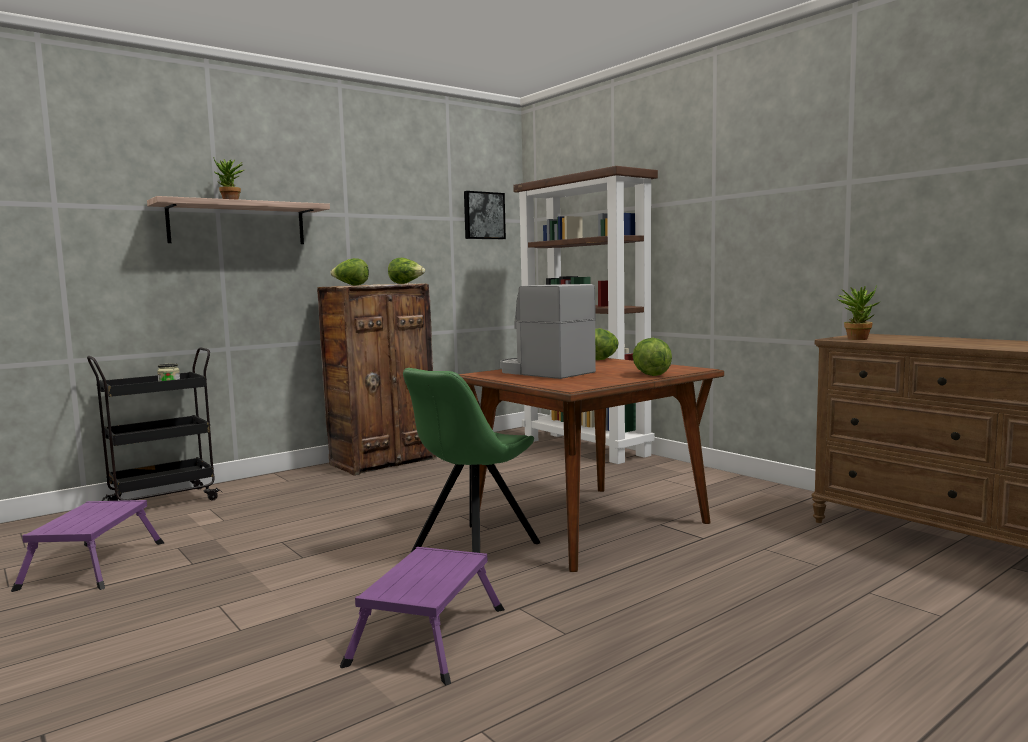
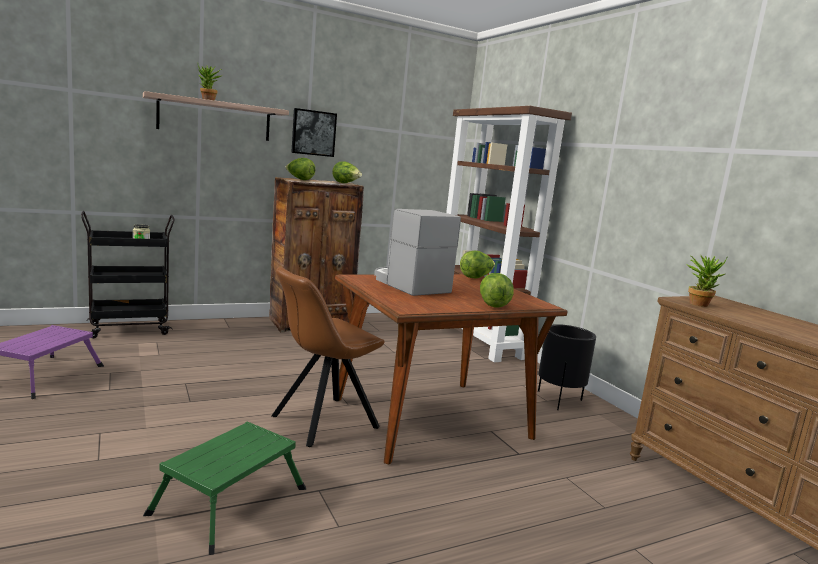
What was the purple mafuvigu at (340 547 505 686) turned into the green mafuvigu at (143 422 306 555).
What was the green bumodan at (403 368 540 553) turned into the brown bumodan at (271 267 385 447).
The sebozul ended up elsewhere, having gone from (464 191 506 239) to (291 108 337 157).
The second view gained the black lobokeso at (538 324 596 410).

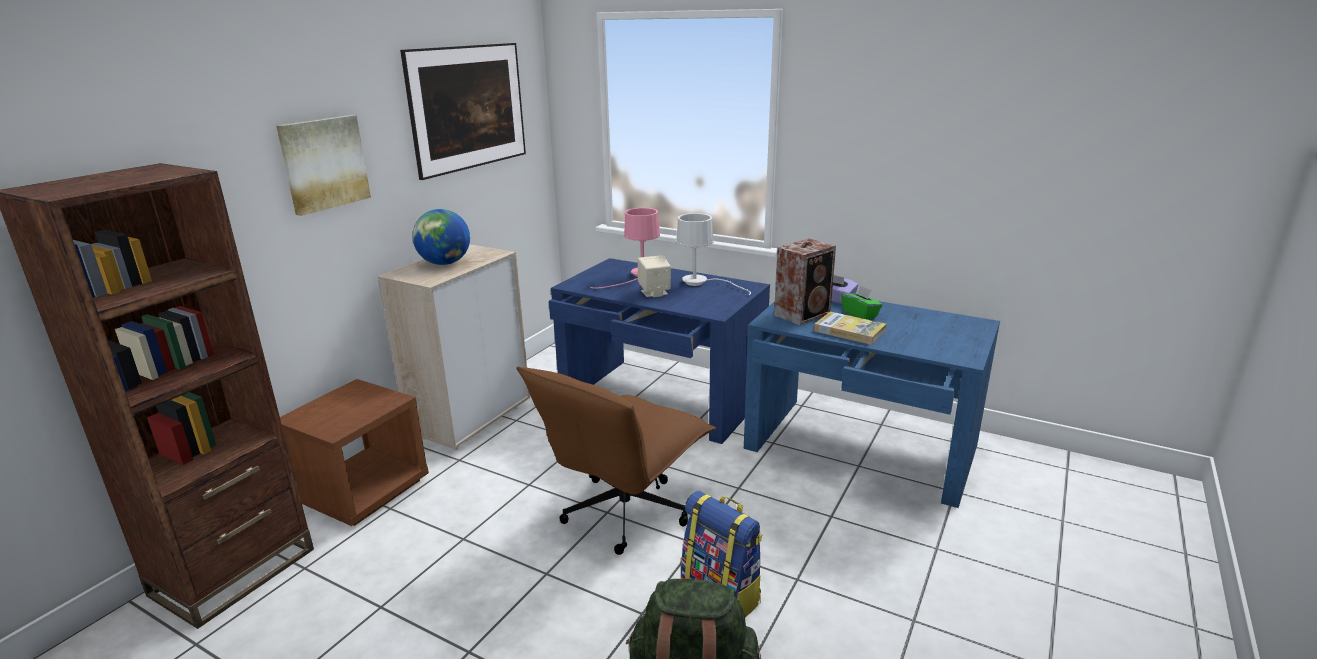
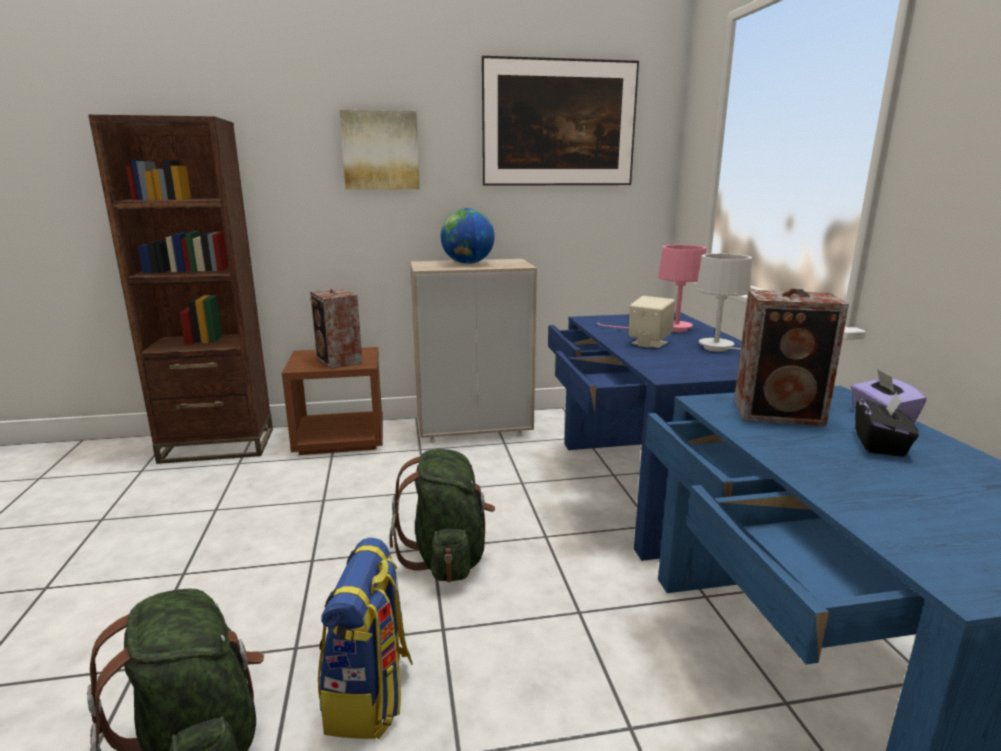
The second view gained the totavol at (310 289 363 369).
Where the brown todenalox stood at (516 366 716 555), the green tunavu came to stand at (389 449 495 582).
What was the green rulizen at (841 286 883 320) turned into the black rulizen at (855 392 919 457).
The second view lost the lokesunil at (814 311 886 345).

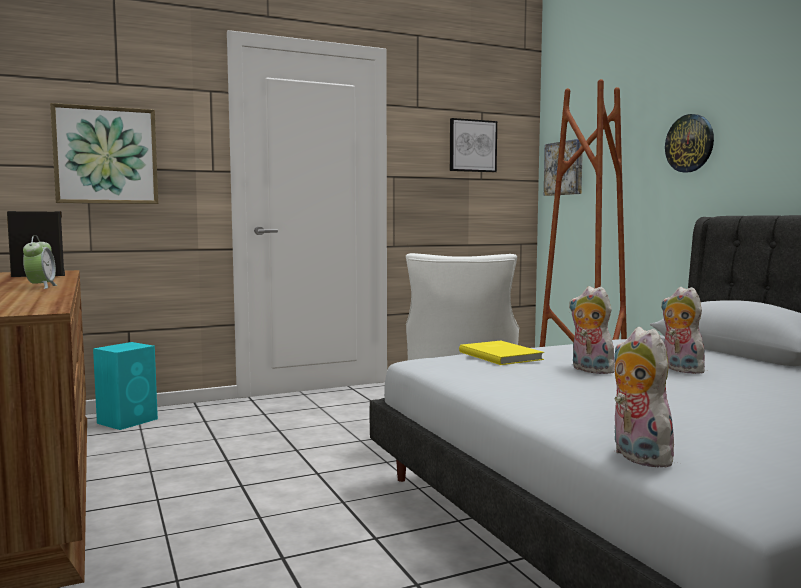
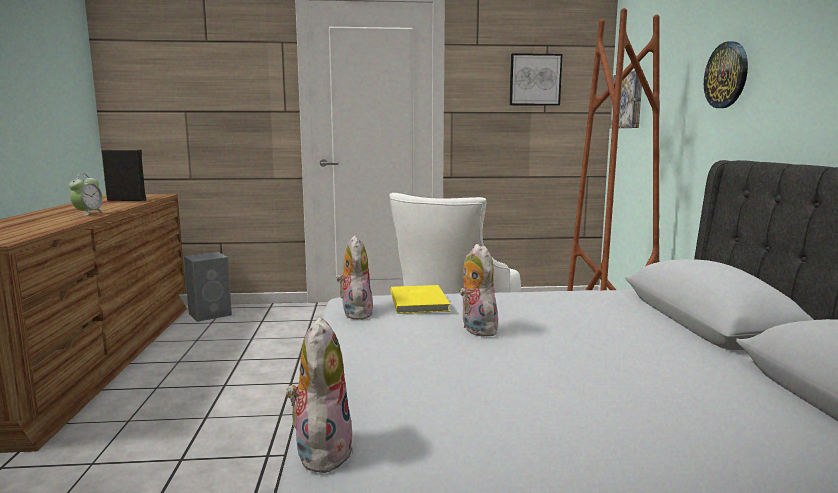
What was the turquoise totavol at (93 342 158 430) turned into the grey totavol at (184 252 232 322).
The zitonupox ended up elsewhere, having gone from (661 287 709 374) to (336 236 374 320).
The second view lost the sebozul at (50 103 158 204).

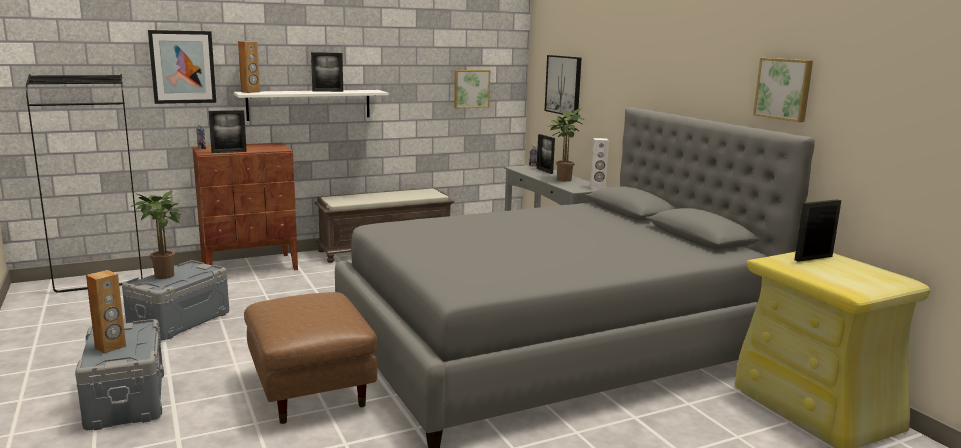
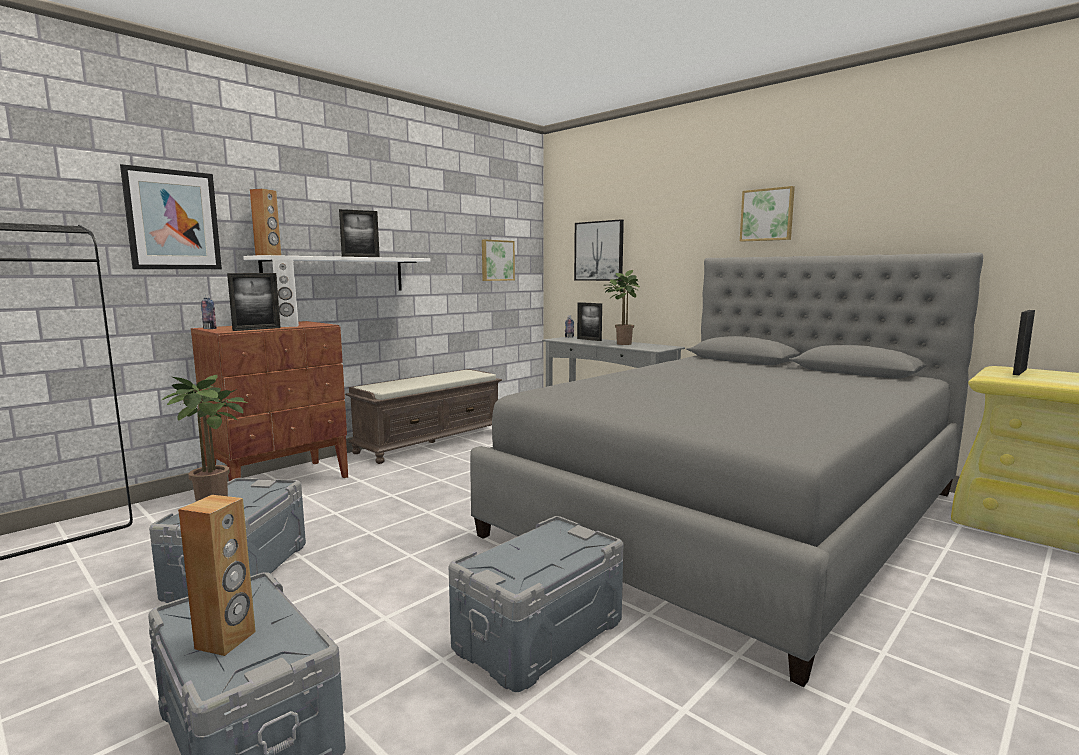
The white totavol ended up elsewhere, having gone from (590 138 609 189) to (272 259 299 327).
Where the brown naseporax stood at (244 292 377 424), the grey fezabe came to stand at (449 516 623 692).
The sebozul ended up elsewhere, having gone from (753 58 813 122) to (740 186 795 242).

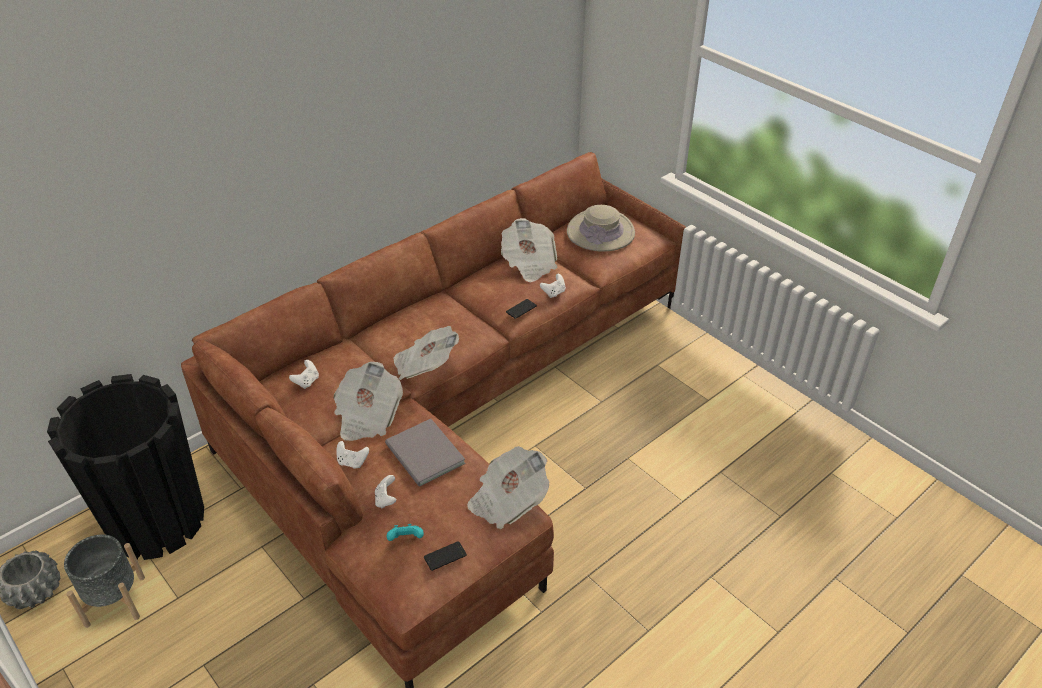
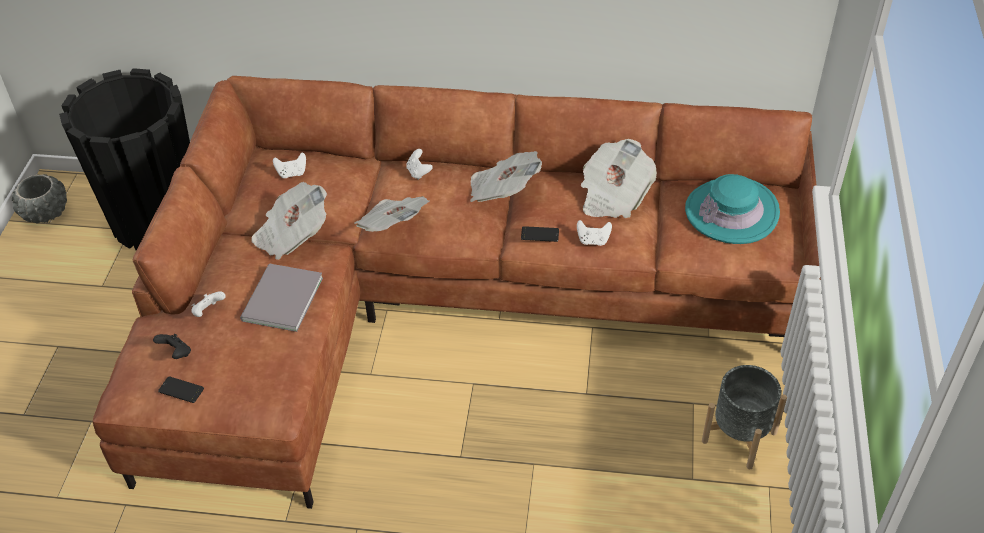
What was the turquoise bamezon at (387 524 424 541) turned into the black bamezon at (153 334 191 359).
The white bamezon ended up elsewhere, having gone from (336 441 369 468) to (406 149 433 180).
The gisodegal ended up elsewhere, having gone from (467 446 549 529) to (470 151 542 202).
What was the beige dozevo at (567 205 635 252) turned into the turquoise dozevo at (685 174 780 244).
The grey lobokeso ended up elsewhere, having gone from (64 535 145 628) to (702 365 787 469).

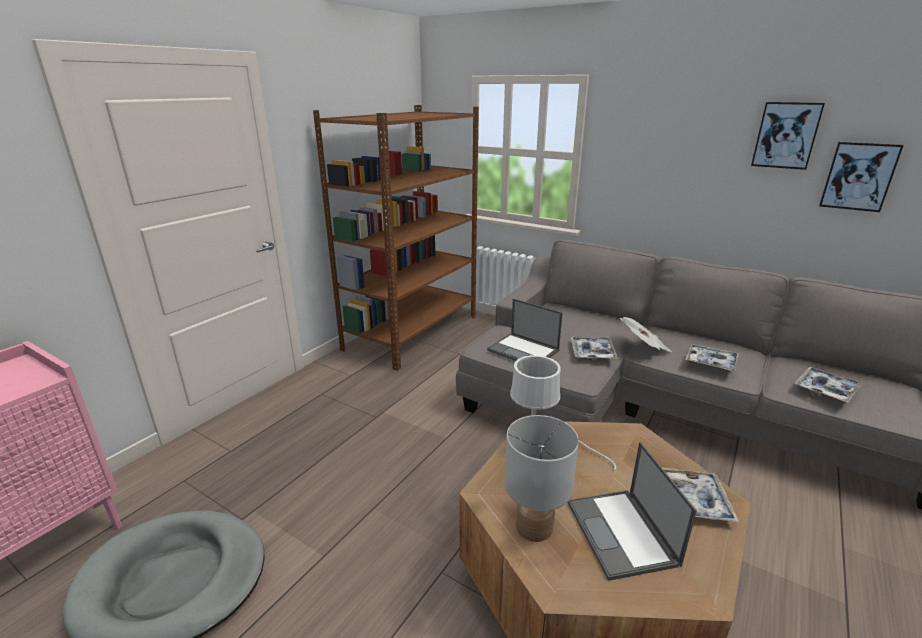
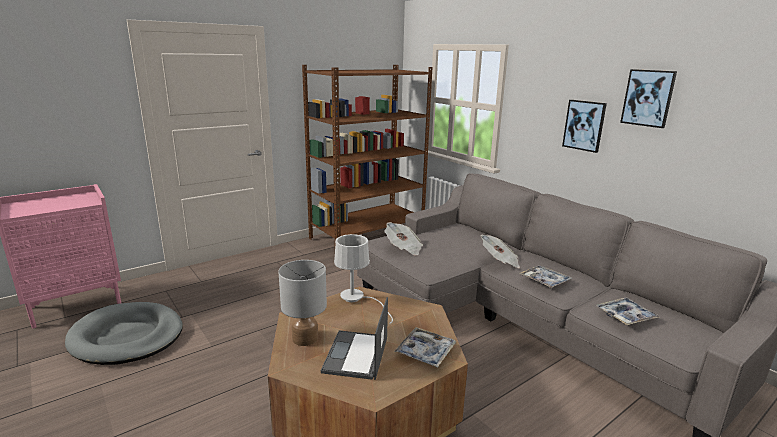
Where the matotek stood at (487 299 563 361), the gisodegal came to stand at (384 222 423 256).
The sebozul ended up elsewhere, having gone from (819 142 904 212) to (562 100 607 153).
The second view lost the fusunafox at (571 337 618 360).

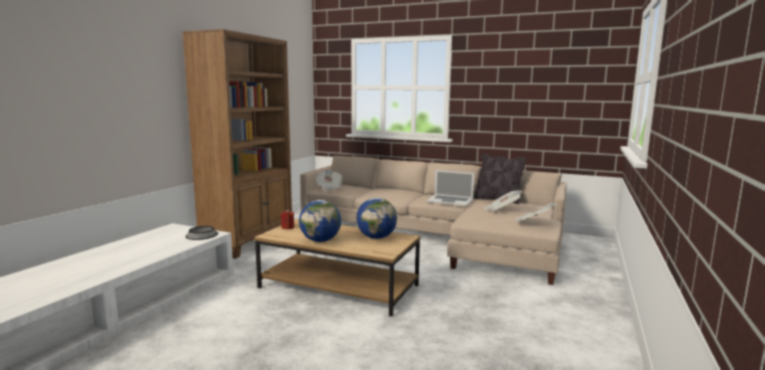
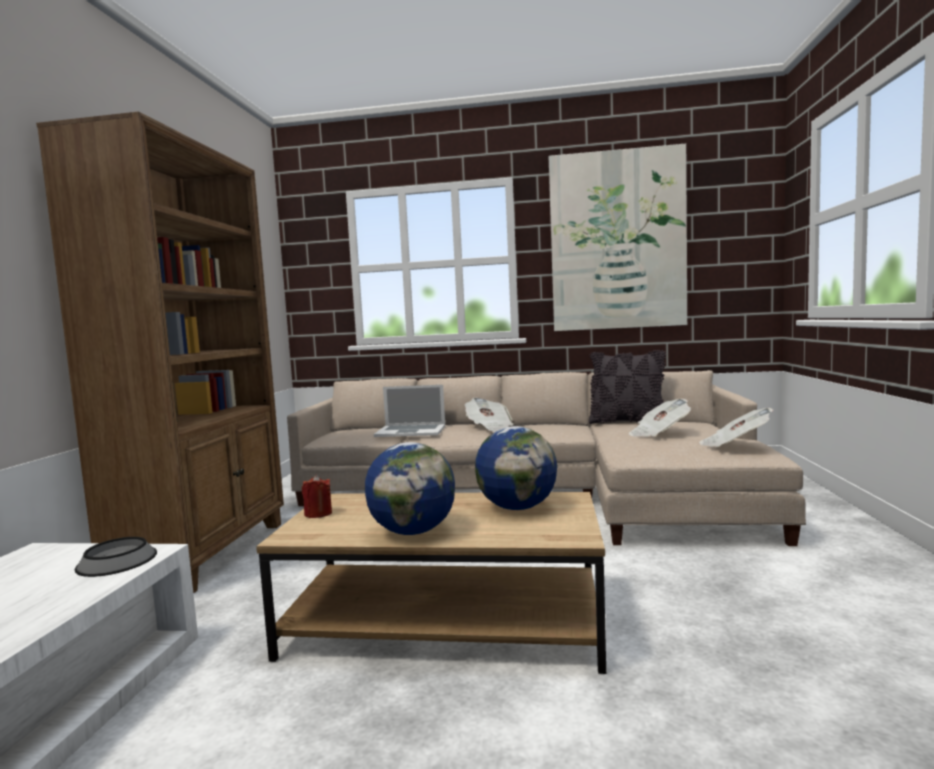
The matotek ended up elsewhere, having gone from (427 170 475 206) to (374 385 445 437).
The gisodegal ended up elsewhere, having gone from (315 170 343 191) to (465 397 514 432).
The second view gained the sebozul at (549 144 687 331).

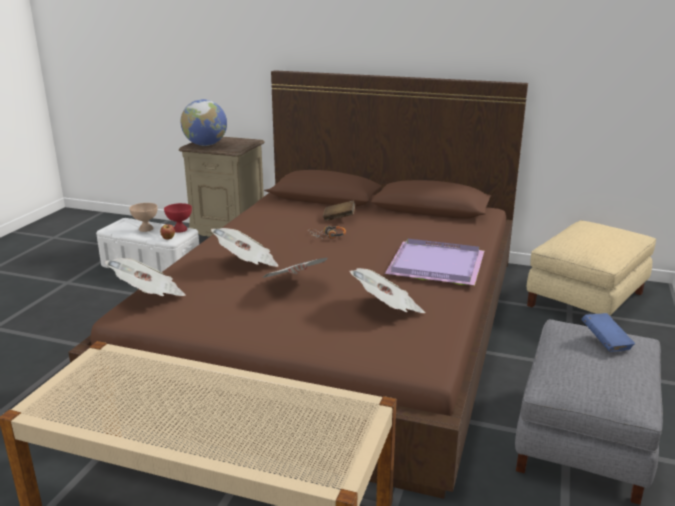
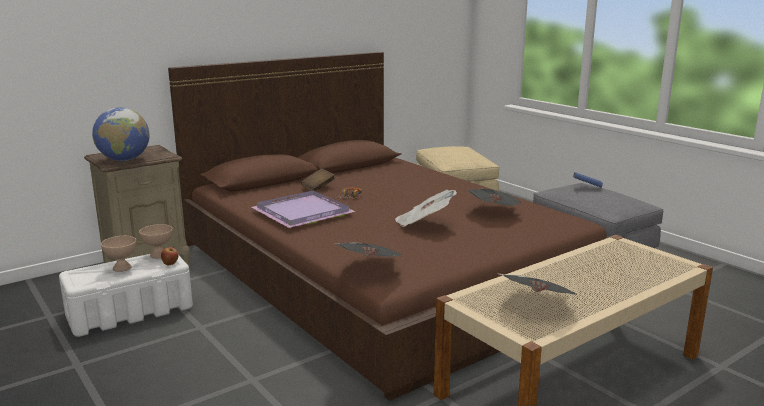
What was the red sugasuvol at (164 203 192 233) turned into the beige sugasuvol at (139 224 173 259).
The purple fusunafox ended up elsewhere, having gone from (385 238 484 285) to (251 191 356 228).
The gisodegal ended up elsewhere, having gone from (211 228 278 267) to (497 273 577 295).

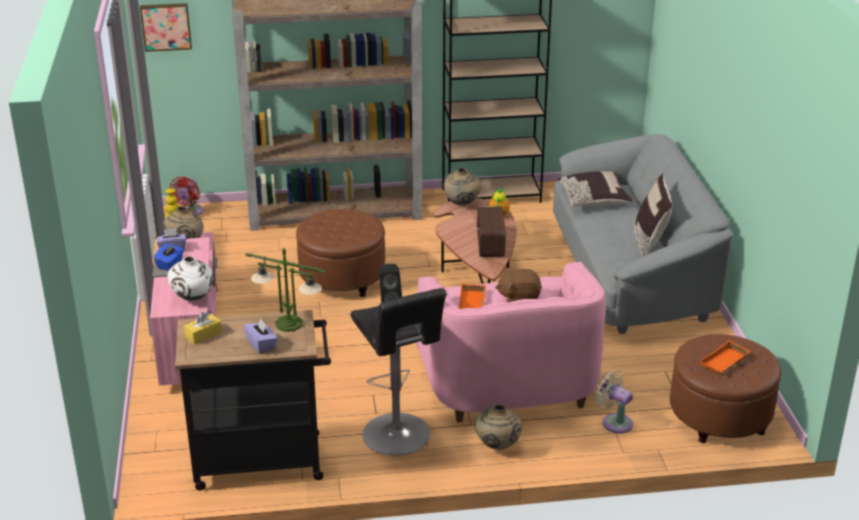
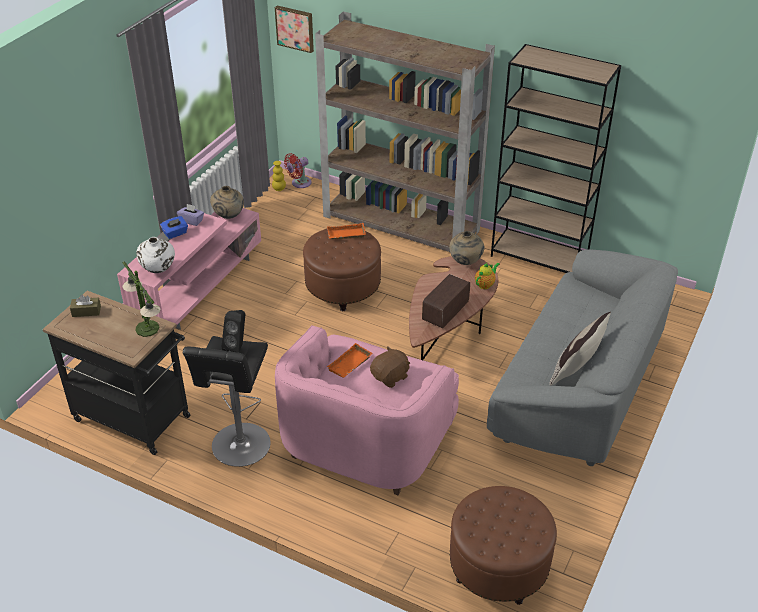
What was the yellow rulizen at (184 311 222 345) turned into the brown rulizen at (70 295 101 317).
The orange fusunafox ended up elsewhere, having gone from (699 340 751 374) to (327 223 366 240).
The brown zitonupox at (495 268 542 303) ended up facing another way, 105 degrees clockwise from before.
The second view lost the purple rulizen at (243 318 278 354).
The second view lost the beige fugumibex at (475 404 522 450).
The second view lost the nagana at (557 171 633 207).
The second view lost the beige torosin at (594 370 633 434).

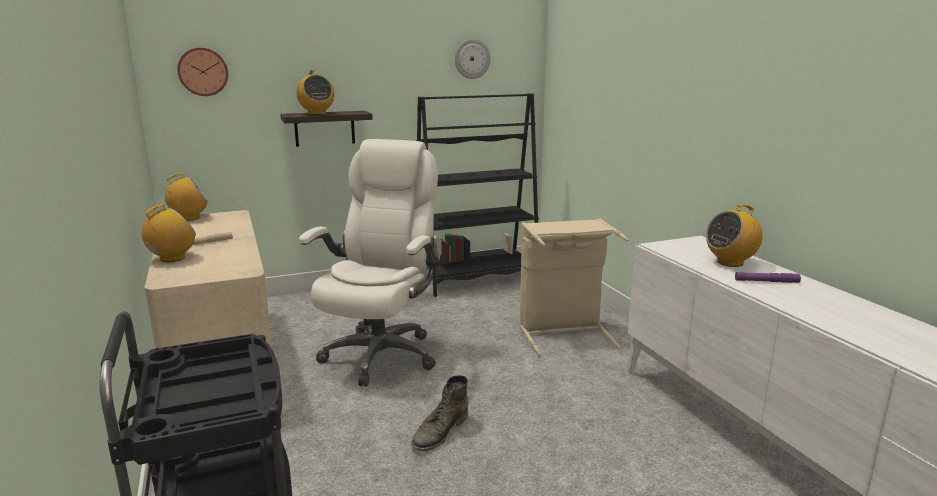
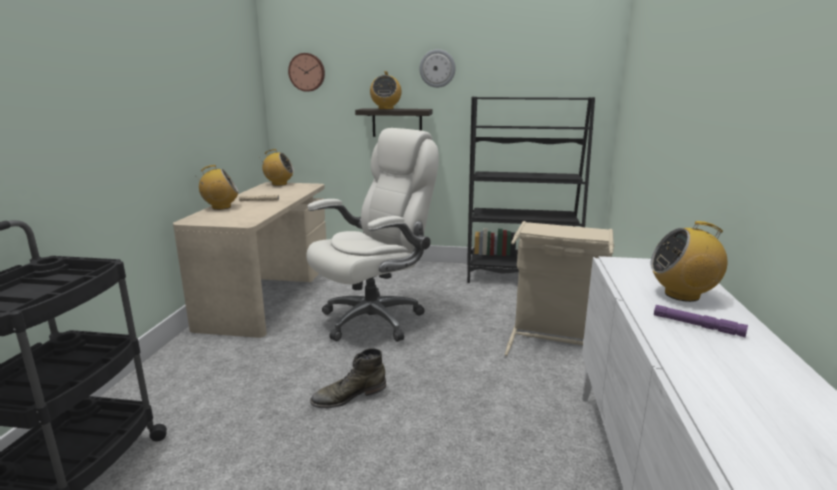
The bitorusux ended up elsewhere, having gone from (455 39 491 79) to (419 49 456 88).

